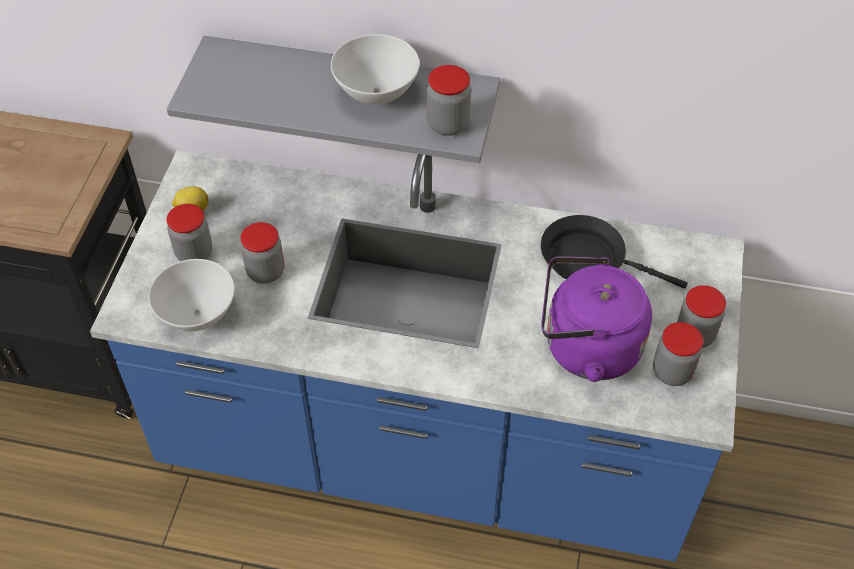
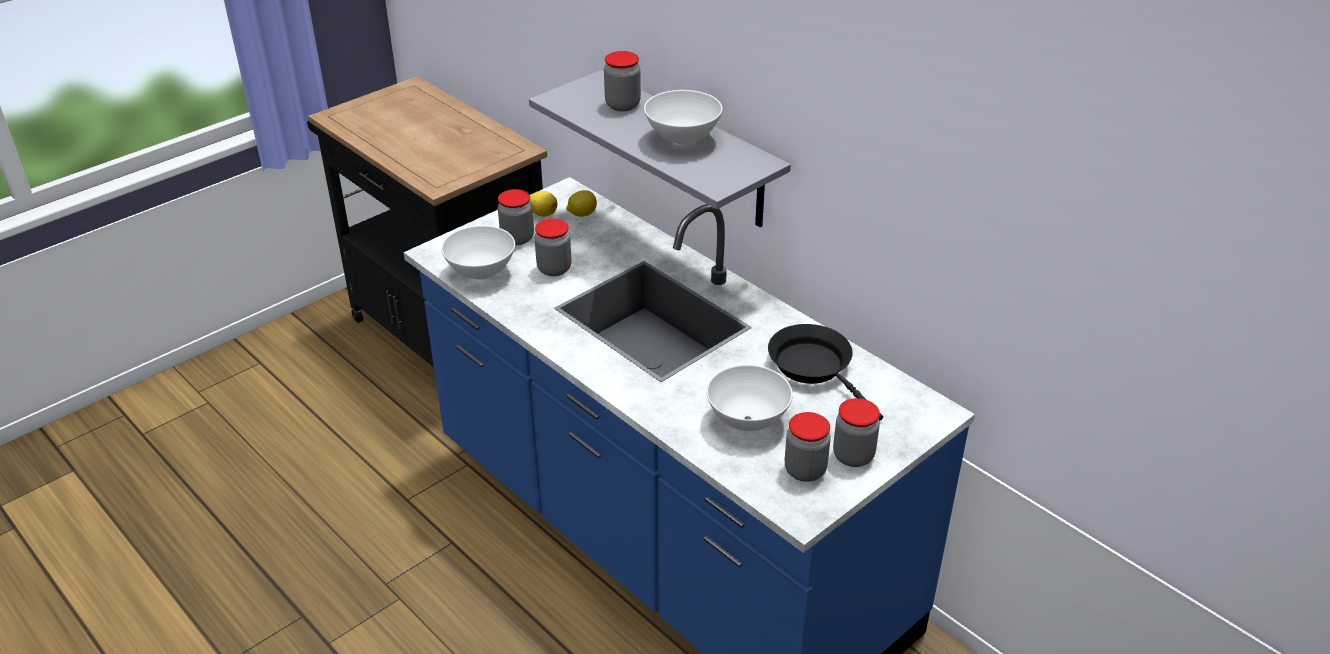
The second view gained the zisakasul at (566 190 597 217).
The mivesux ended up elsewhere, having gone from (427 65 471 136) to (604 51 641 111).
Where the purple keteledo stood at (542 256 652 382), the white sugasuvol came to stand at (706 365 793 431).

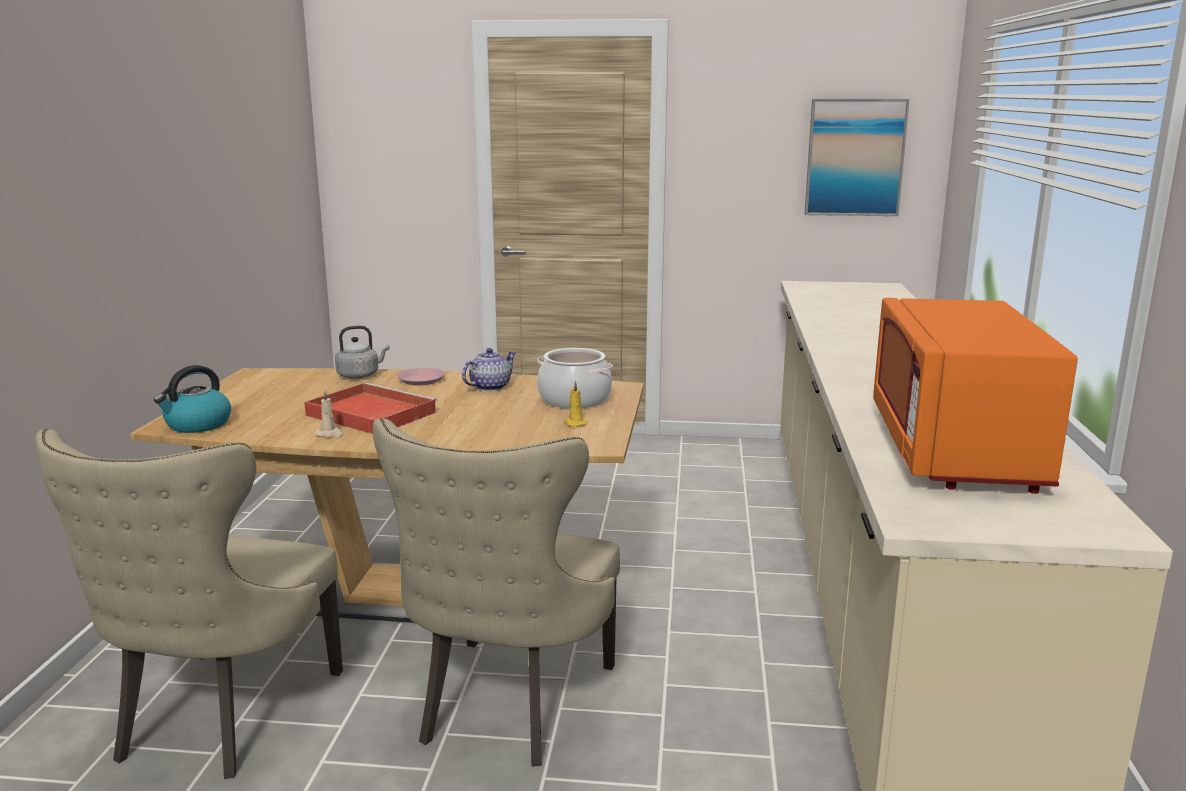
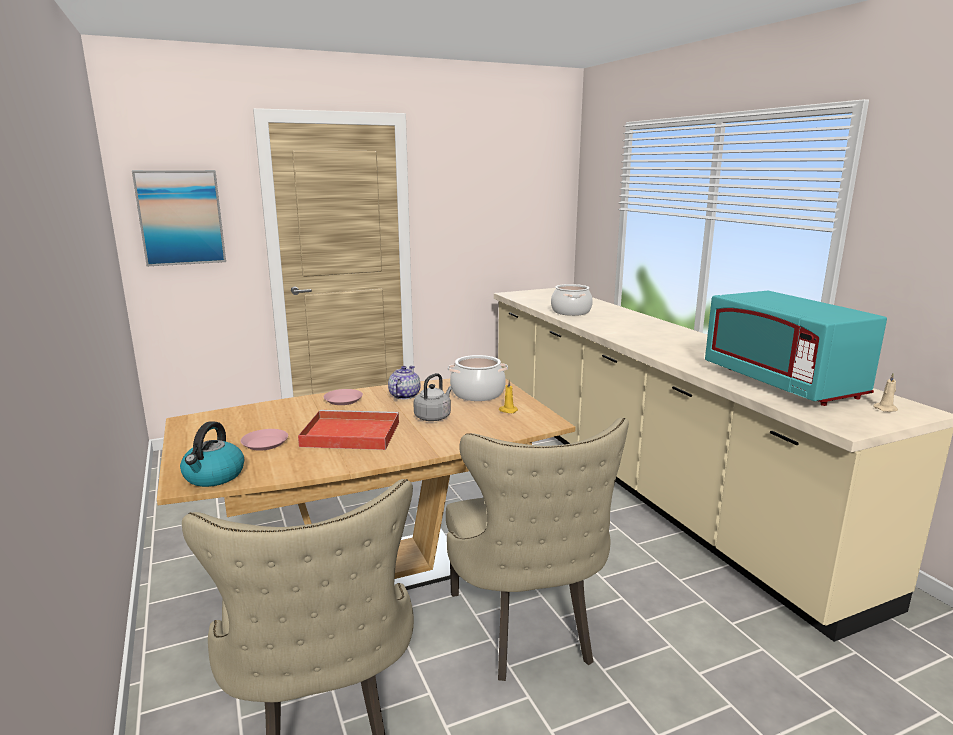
The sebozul ended up elsewhere, having gone from (805 99 909 216) to (132 170 226 266).
The second view gained the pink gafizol at (240 429 288 451).
The grey keteledo ended up elsewhere, having gone from (335 326 390 379) to (413 373 452 421).
The second view gained the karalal at (551 284 593 316).
What was the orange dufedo at (873 298 1078 494) turned into the turquoise dufedo at (705 291 887 406).
The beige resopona ended up elsewhere, having gone from (315 390 344 437) to (873 373 898 412).

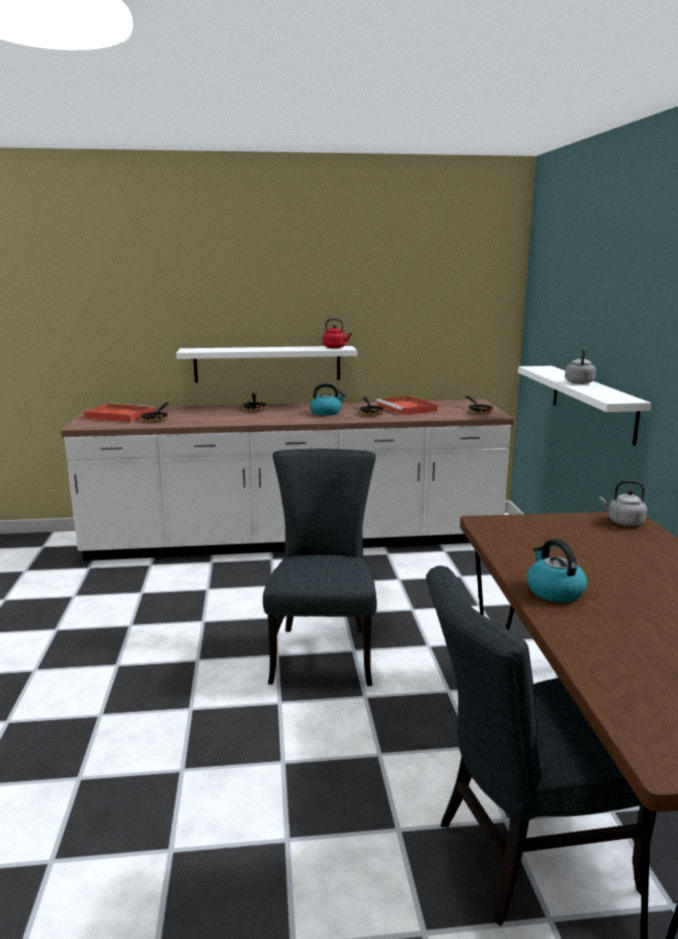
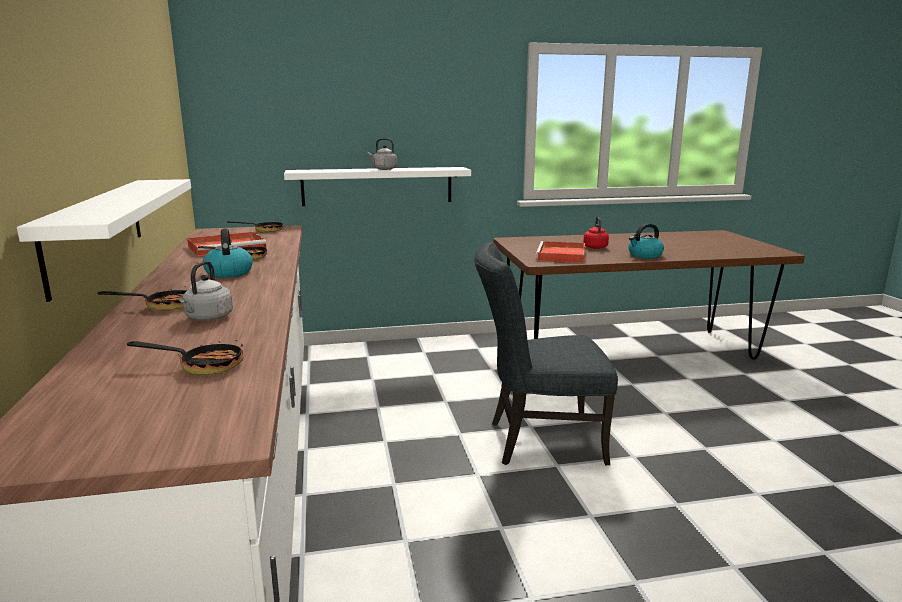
The grey keteledo ended up elsewhere, having gone from (599 481 647 526) to (179 261 233 321).
The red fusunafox ended up elsewhere, having gone from (84 403 155 422) to (536 241 585 263).
The red keteledo ended up elsewhere, having gone from (323 318 352 349) to (583 217 609 249).
The second view lost the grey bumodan at (426 566 657 926).

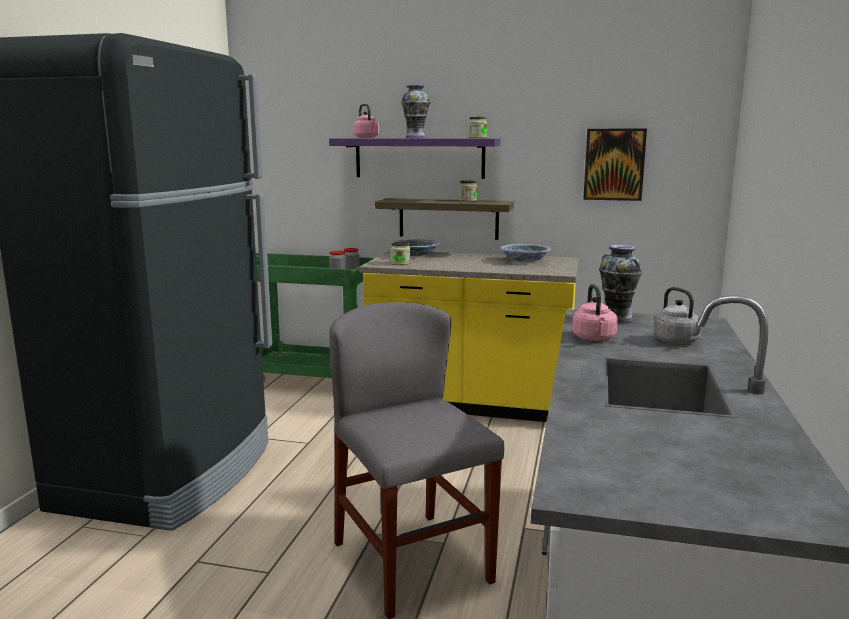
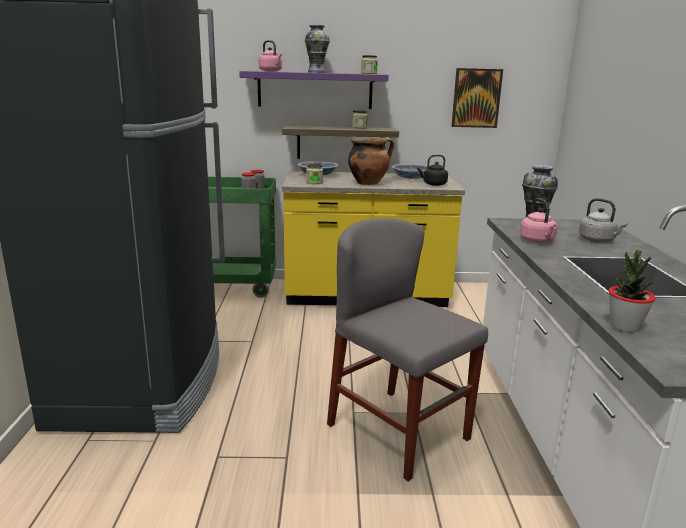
The second view gained the karalal at (348 137 394 185).
The second view gained the black keteledo at (417 155 448 186).
The second view gained the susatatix at (608 250 656 332).

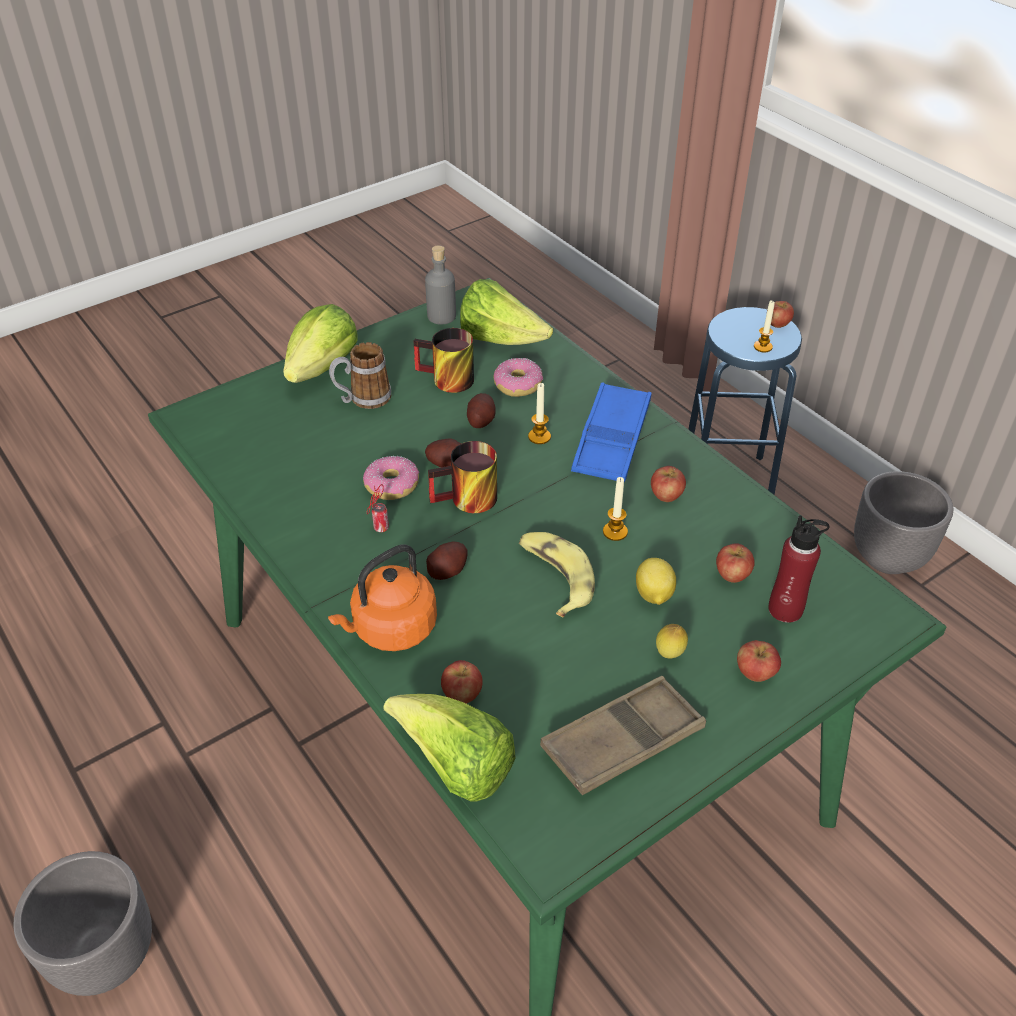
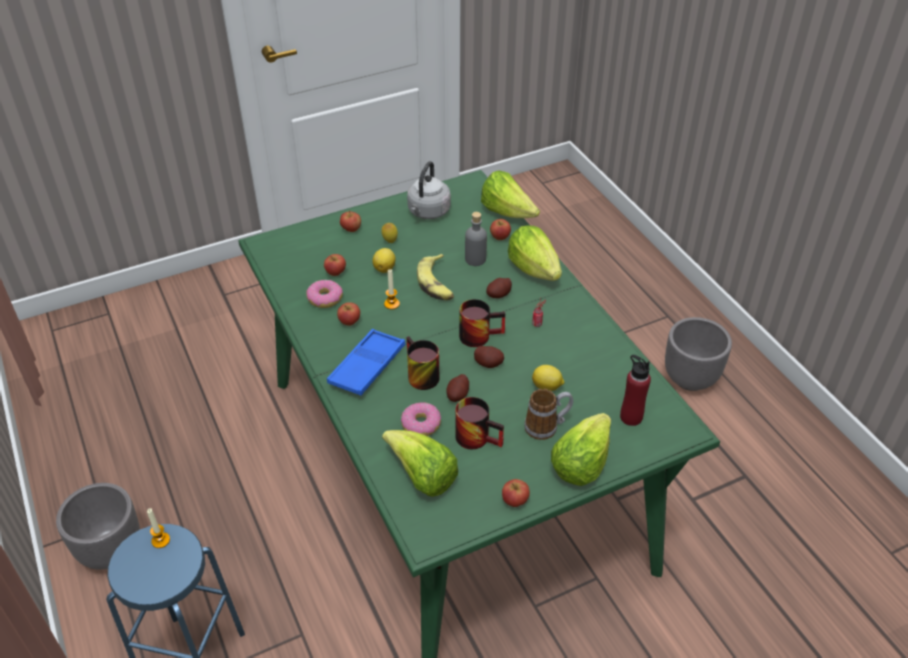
The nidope ended up elsewhere, having gone from (363 456 419 500) to (306 280 343 308).
Where the brown fusunafox stood at (540 676 706 795), the grey keteledo came to stand at (407 161 451 219).
Where the resopona stood at (528 383 551 444), the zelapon came to stand at (407 336 439 390).
The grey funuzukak ended up elsewhere, having gone from (425 245 456 325) to (465 212 487 266).
The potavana ended up elsewhere, having gone from (767 301 794 328) to (502 479 530 507).
Where the orange keteledo stood at (328 545 437 651), the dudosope came to stand at (508 225 562 281).
The second view gained the zisakasul at (532 365 564 391).
The red funuzukak ended up elsewhere, having gone from (768 515 829 623) to (620 355 651 426).

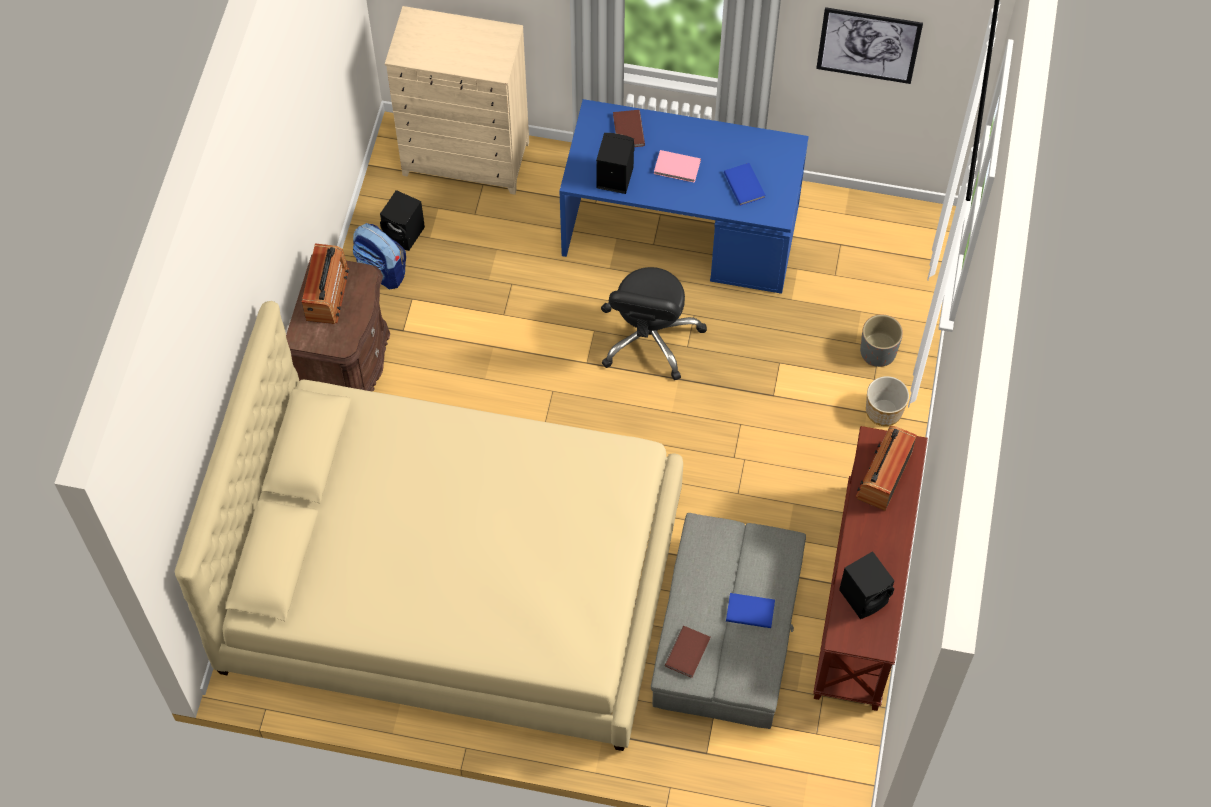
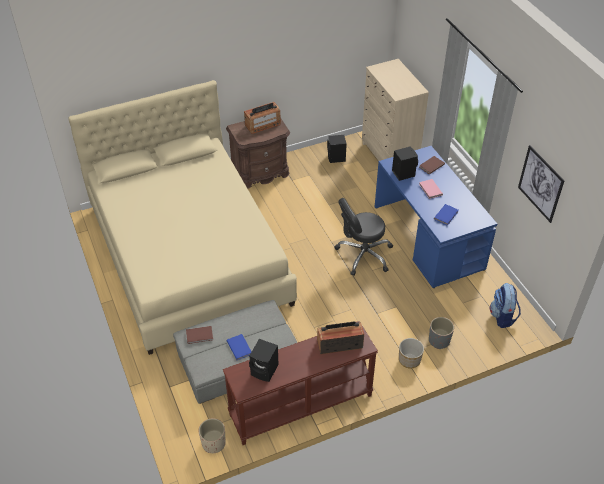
The second view gained the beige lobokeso at (199 418 226 453).
The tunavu ended up elsewhere, having gone from (353 223 406 289) to (490 283 521 328).

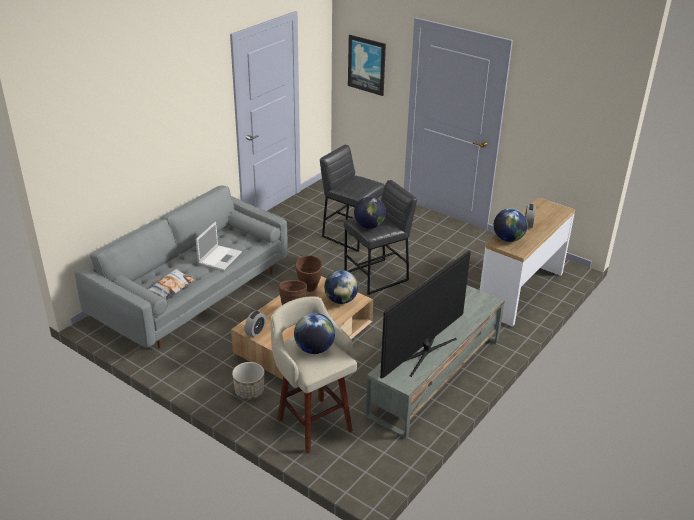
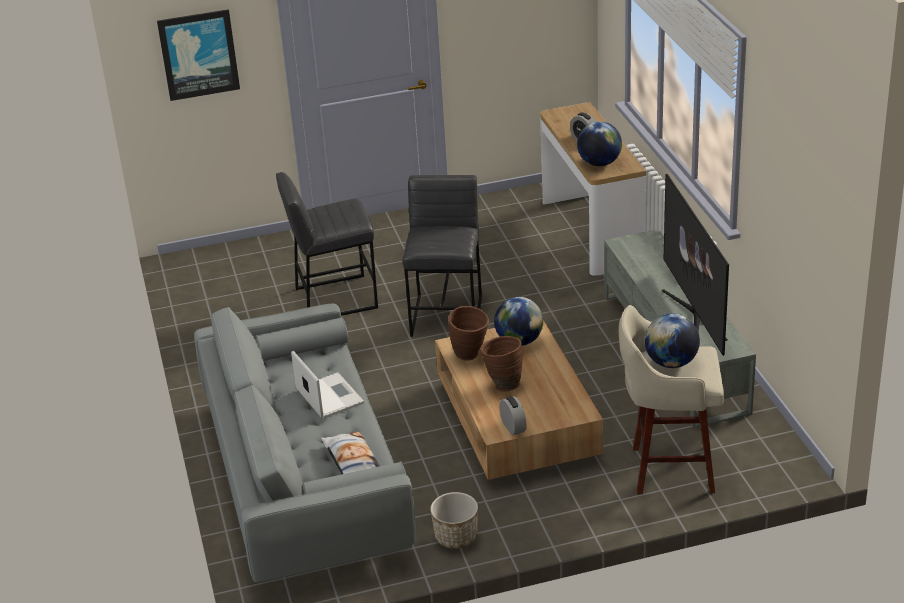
The lobokeso ended up elsewhere, having gone from (232 362 264 400) to (431 492 478 549).
The second view lost the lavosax at (354 197 386 229).

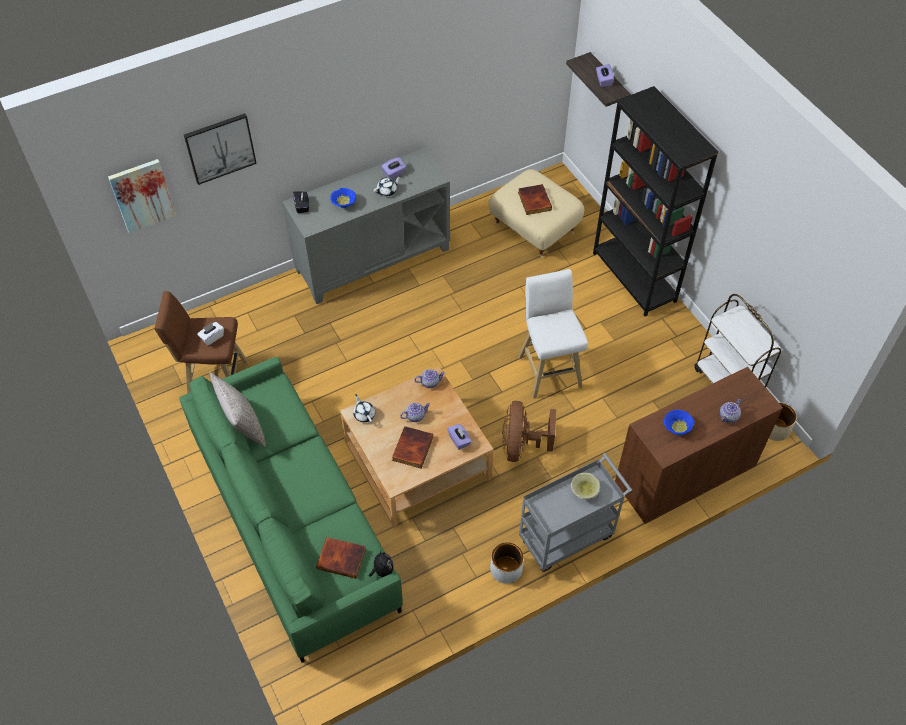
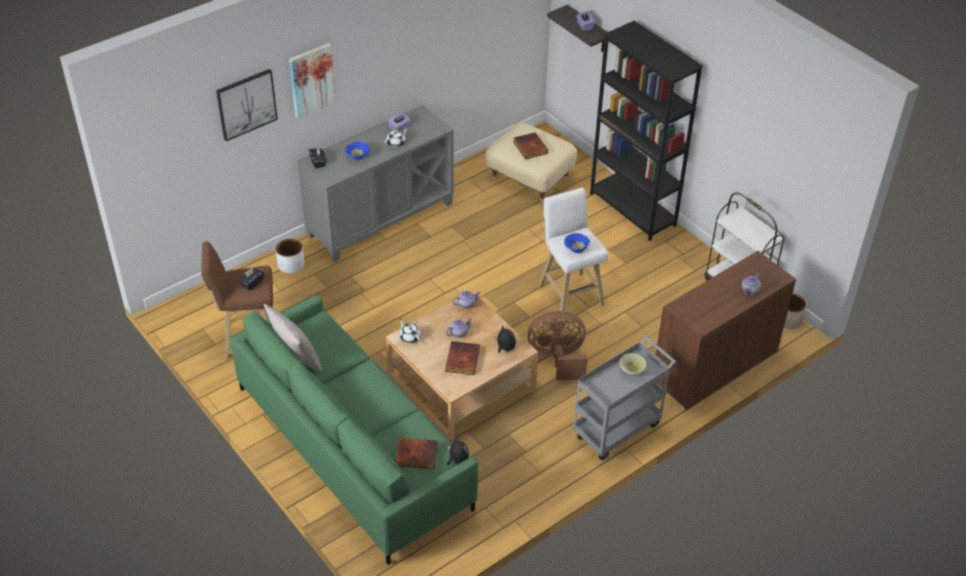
What was the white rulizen at (197 322 224 346) turned into the black rulizen at (238 268 264 291).
The white lobokeso ended up elsewhere, having gone from (490 542 524 584) to (276 239 305 273).
The sebozul ended up elsewhere, having gone from (108 159 176 233) to (289 43 336 119).
Where the purple rulizen stood at (447 424 472 450), the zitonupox came to stand at (494 325 516 353).
The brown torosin at (502 401 556 462) ended up facing another way, 90 degrees clockwise from before.
The blue sugasuvol ended up elsewhere, having gone from (664 410 695 435) to (564 233 590 253).

